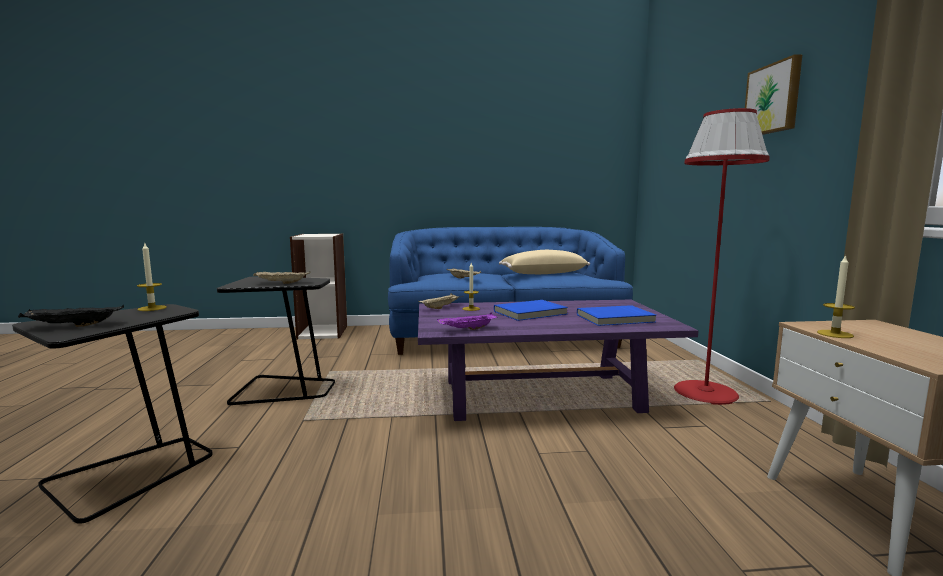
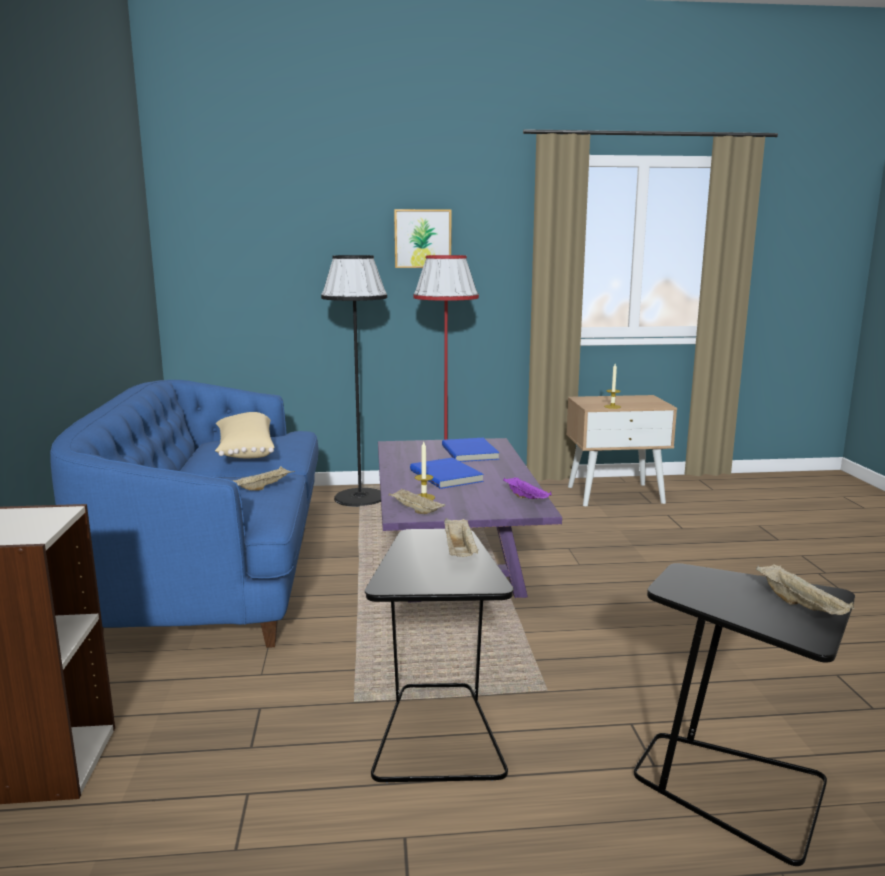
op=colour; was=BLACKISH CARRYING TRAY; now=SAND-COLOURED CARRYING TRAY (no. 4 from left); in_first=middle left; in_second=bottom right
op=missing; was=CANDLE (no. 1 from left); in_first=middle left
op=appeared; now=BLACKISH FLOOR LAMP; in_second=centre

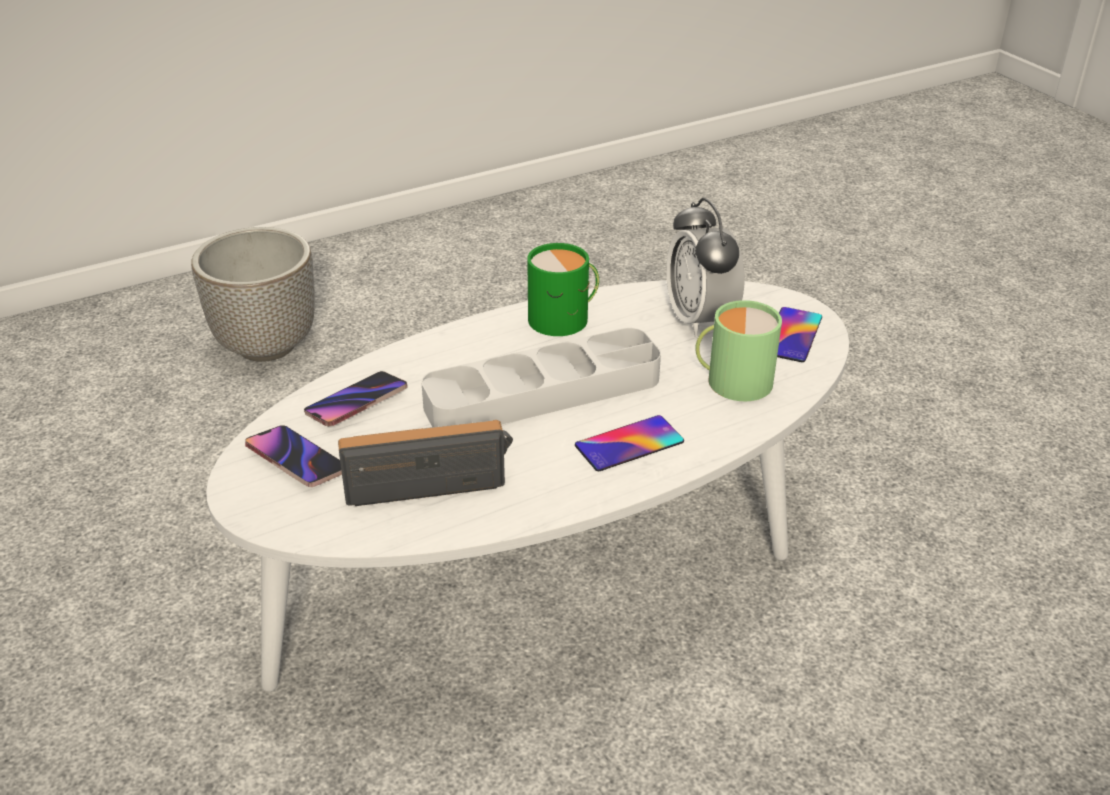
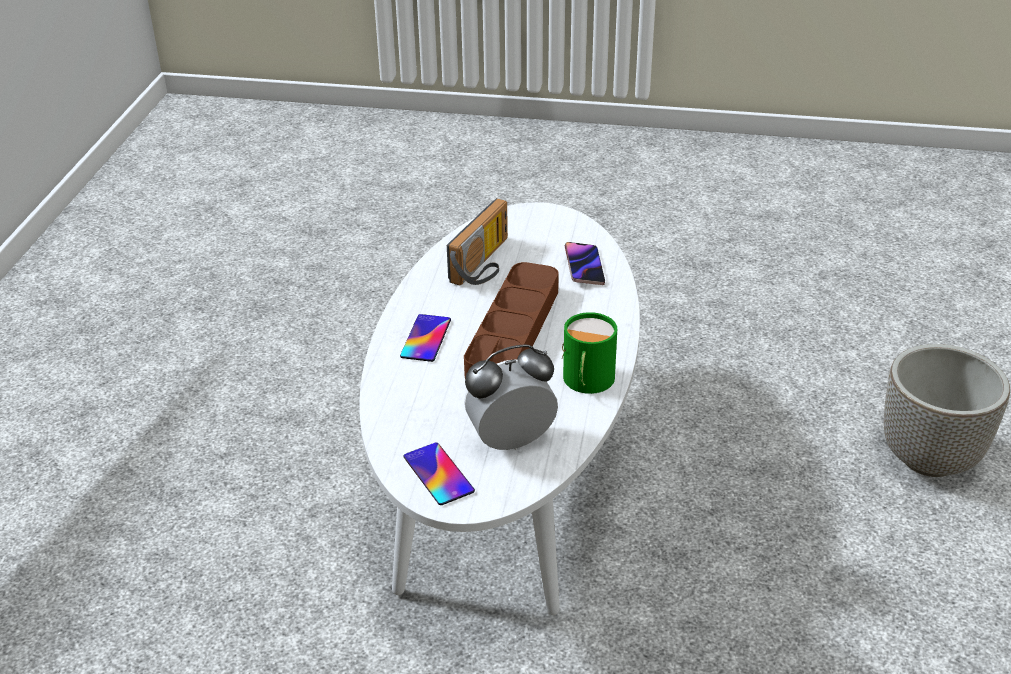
op=missing; was=PHONE (no. 1 from left); in_first=middle left
op=colour; was=GREY CARRYING TRAY; now=BROWN CARRYING TRAY; in_first=centre; in_second=centre
op=spun; was=BEDSIDE CLOCK; in_first=centre; in_second=centre; clockwise=-45
op=missing; was=GREEN-COLOURED COFFEE MUG (no. 2 from left); in_first=centre

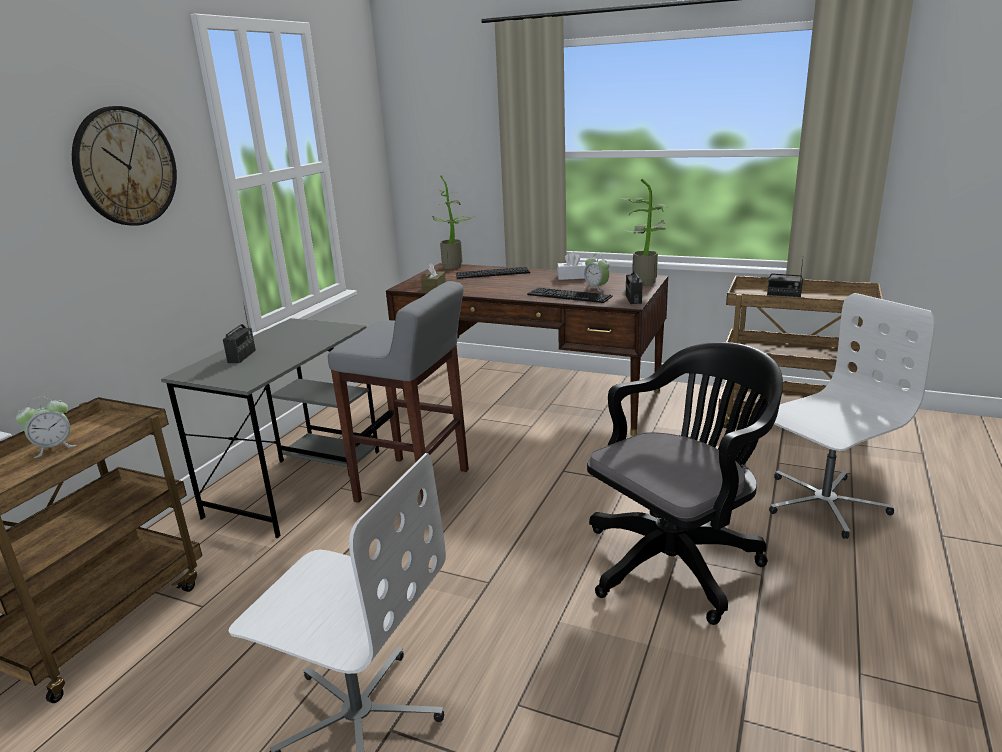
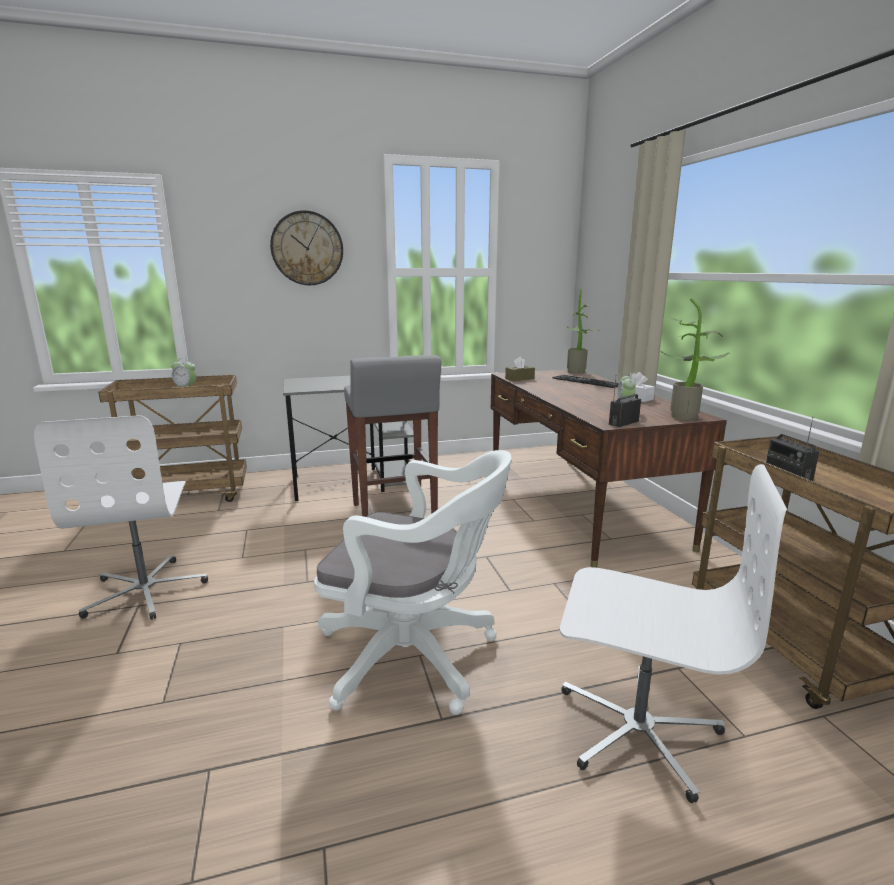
op=missing; was=RADIO SET (no. 1 from left); in_first=middle left
op=missing; was=COMPUTER KEYBOARD (no. 2 from left); in_first=centre
op=colour; was=BLACKISH COMPUTER CHAIR; now=WHITE COMPUTER CHAIR (no. 2 from left); in_first=middle right; in_second=centre

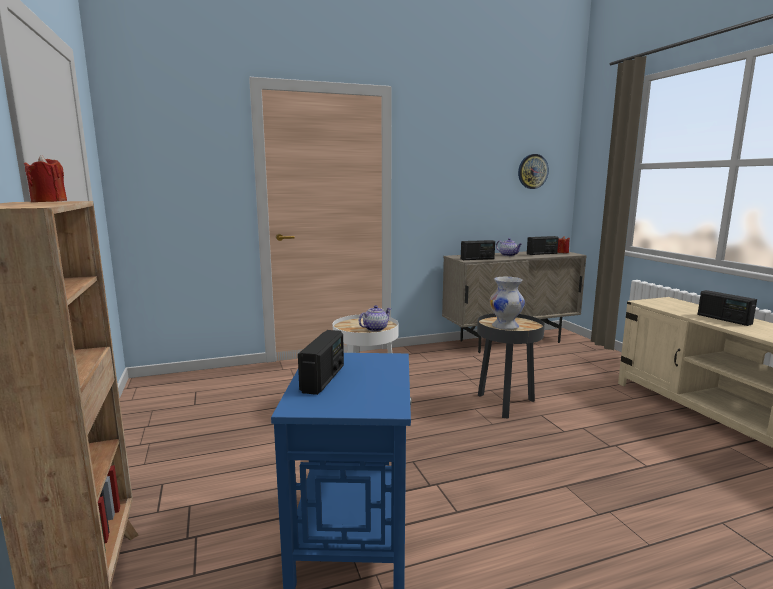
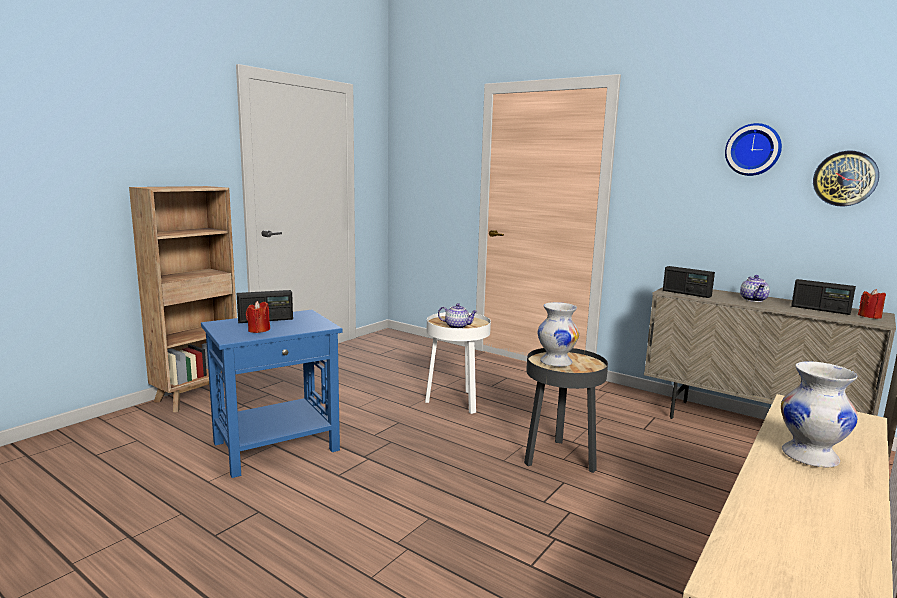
op=relocated; was=RED-COLOURED CANDLE (no. 1 from left); in_first=top left; in_second=middle left
op=exchanged; was=RADIO SET (no. 4 from left); now=WHITE FLOWER VASE (no. 2 from left); in_first=middle right; in_second=bottom right
op=appeared; now=HANGING CLOCK (no. 1 from left); in_second=top right

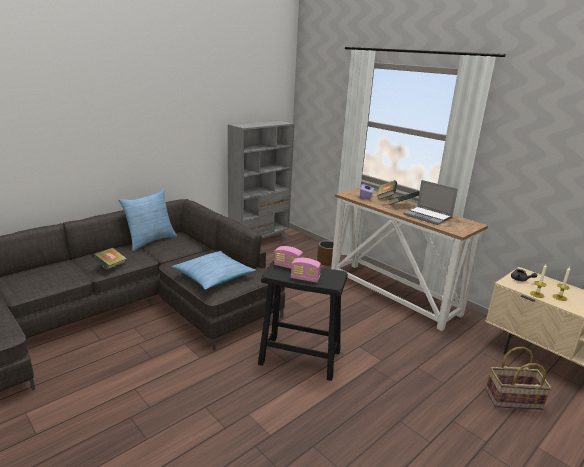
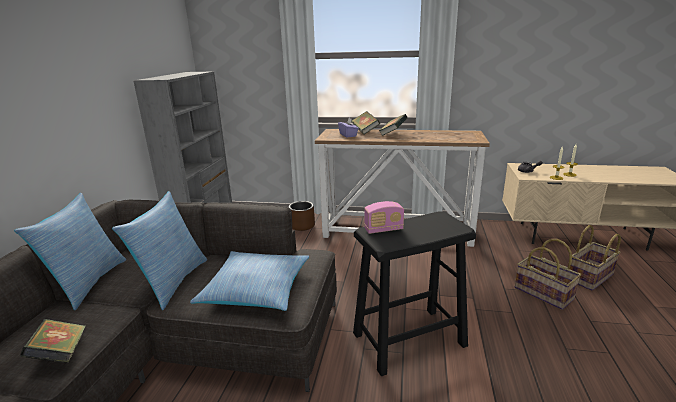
op=missing; was=RADIO SET (no. 2 from left); in_first=centre
op=missing; was=NOTEBOOK COMPUTER; in_first=middle right
op=appeared; now=PILLOW (no. 2 from left); in_second=middle left
op=appeared; now=STORAGE BASKET (no. 1 from left); in_second=bottom right

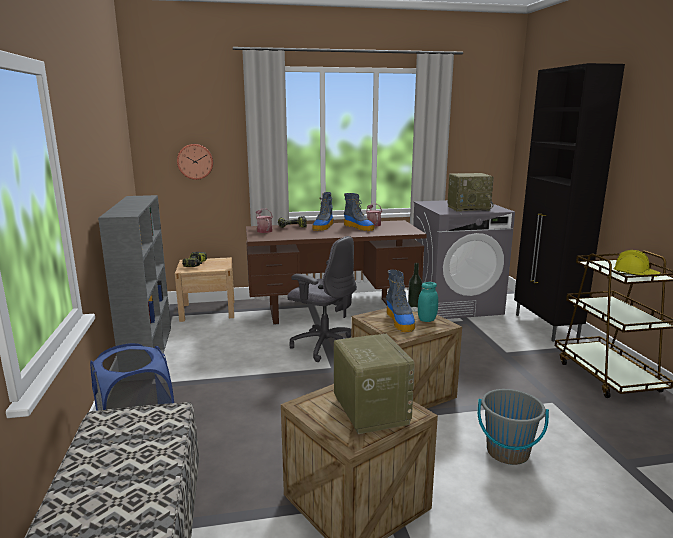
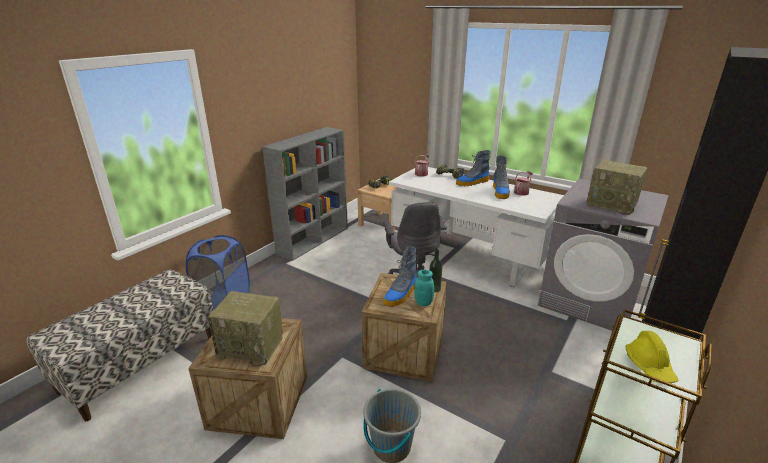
op=missing; was=HANGING CLOCK; in_first=top left
op=colour; was=BROWN DESK UNIT; now=WHITE DESK UNIT; in_first=centre; in_second=centre
op=spun; was=RADIO SET (no. 1 from left); in_first=bottom centre; in_second=bottom left; clockwise=75

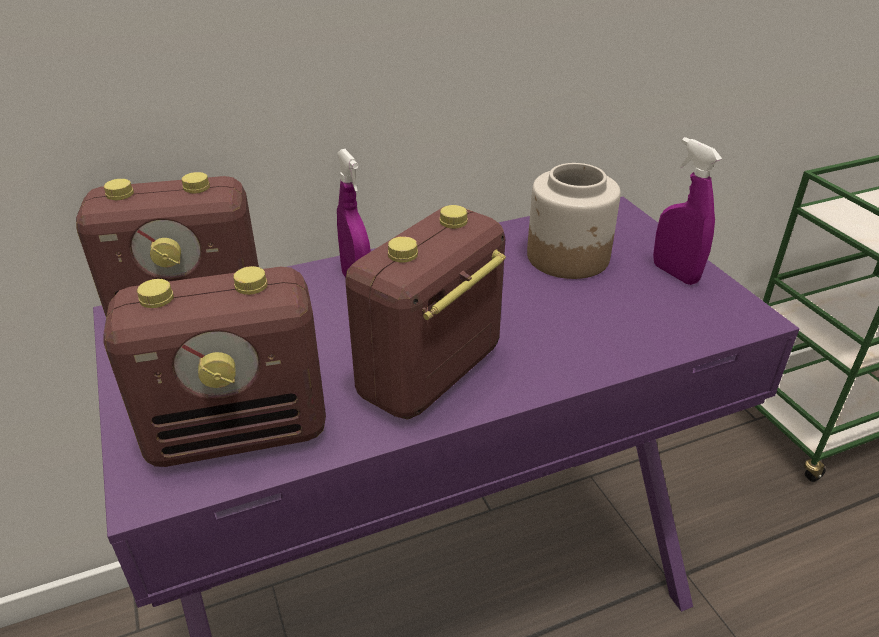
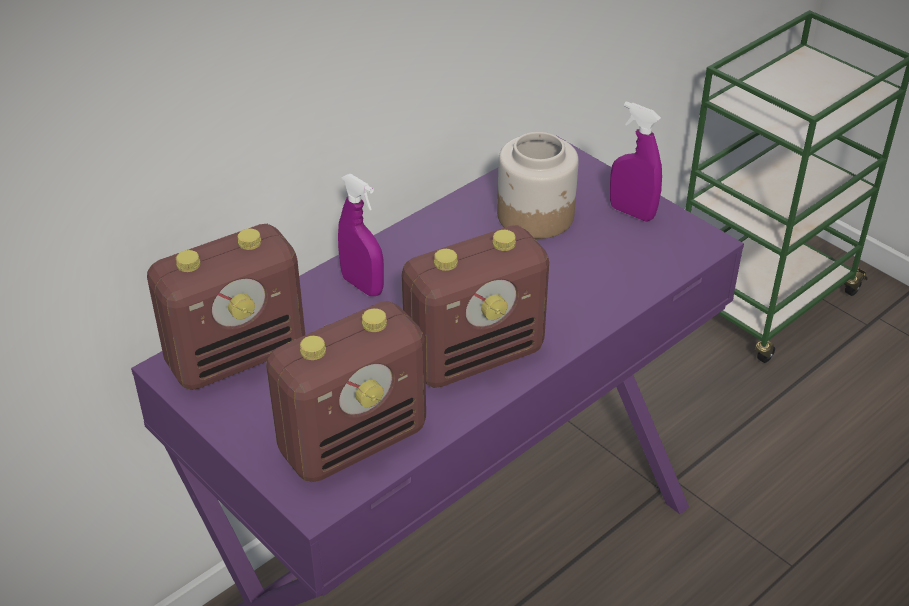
op=spun; was=RADIO SET (no. 3 from left); in_first=centre; in_second=centre; clockwise=-135

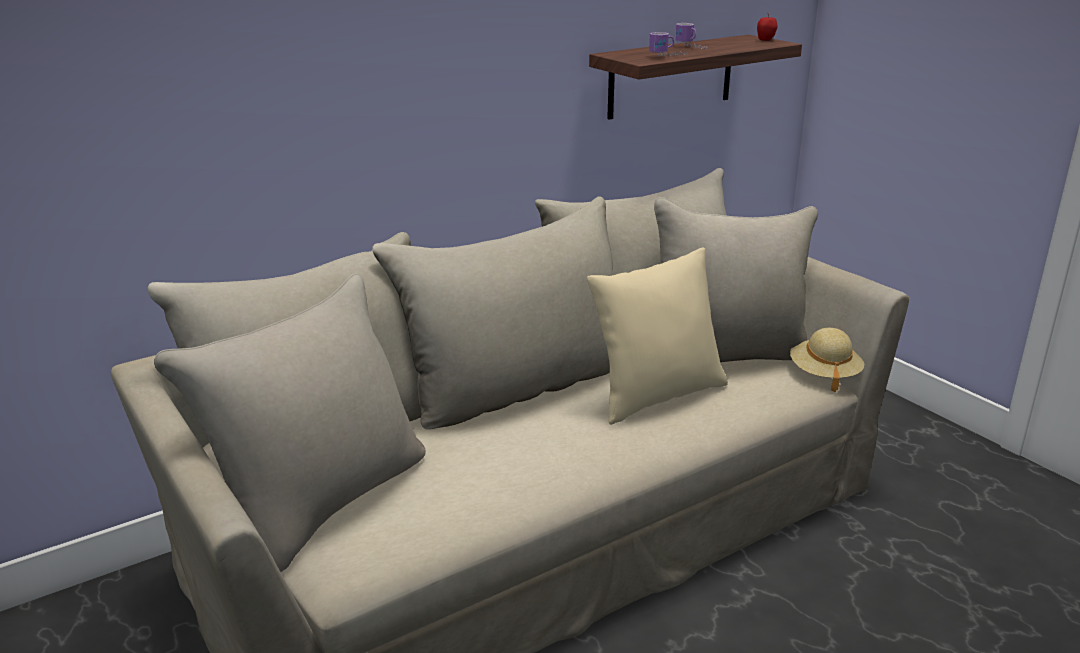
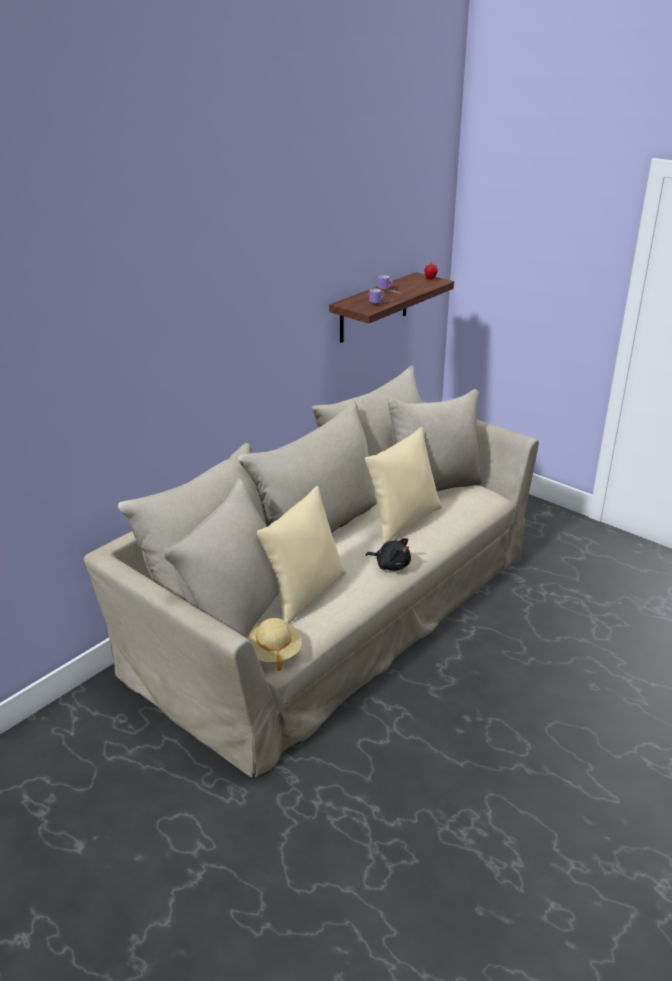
op=relocated; was=SAND-COLOURED CLOTHING HAT; in_first=middle right; in_second=centre
op=appeared; now=SAND-COLOURED PILLOW (no. 1 from left); in_second=centre
op=appeared; now=BLACKISH PLUSH TOY; in_second=centre

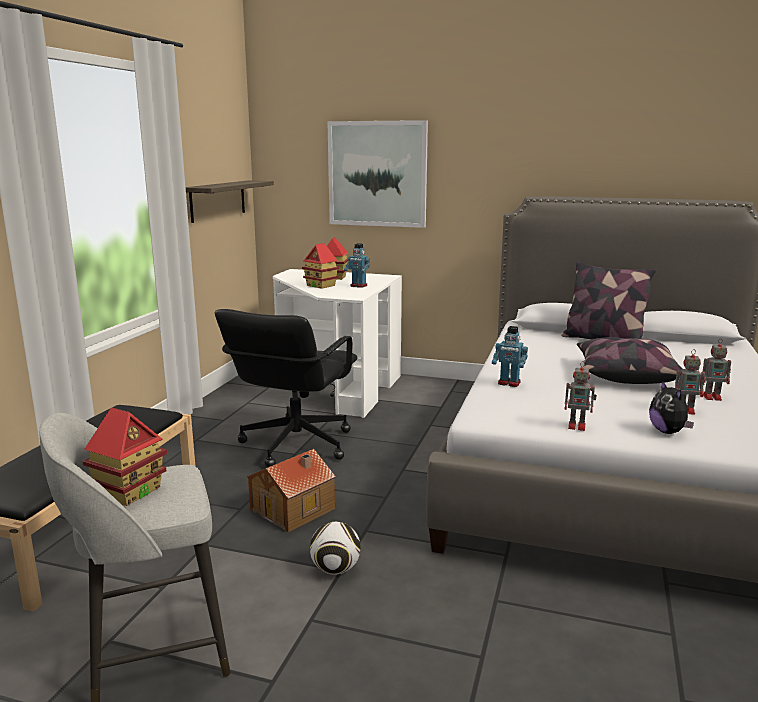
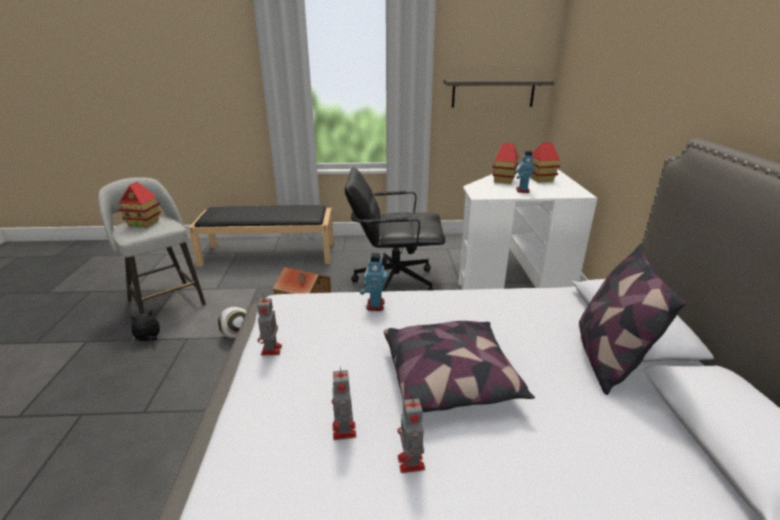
op=missing; was=WALL PICTURE; in_first=top centre
op=relocated; was=PLUSH TOY; in_first=middle right; in_second=middle left

